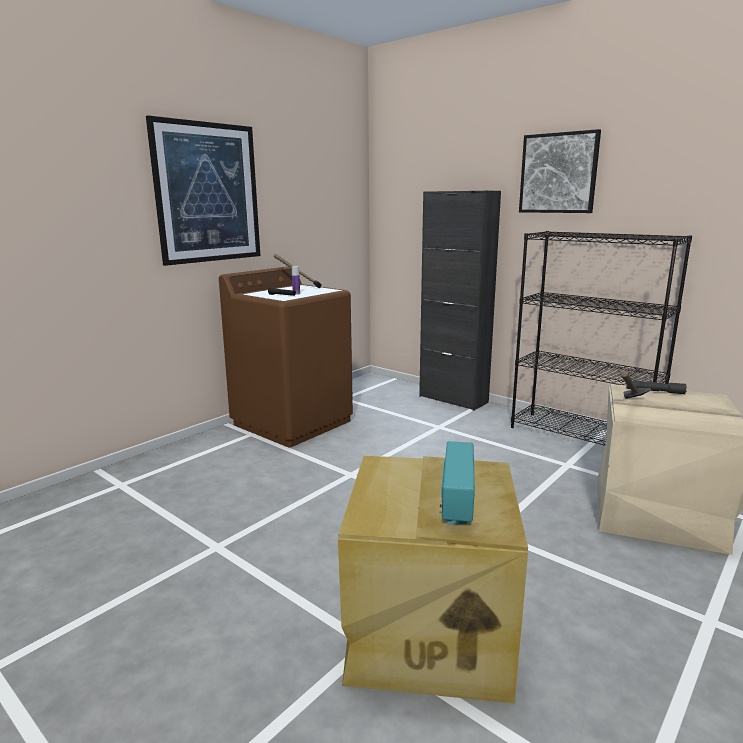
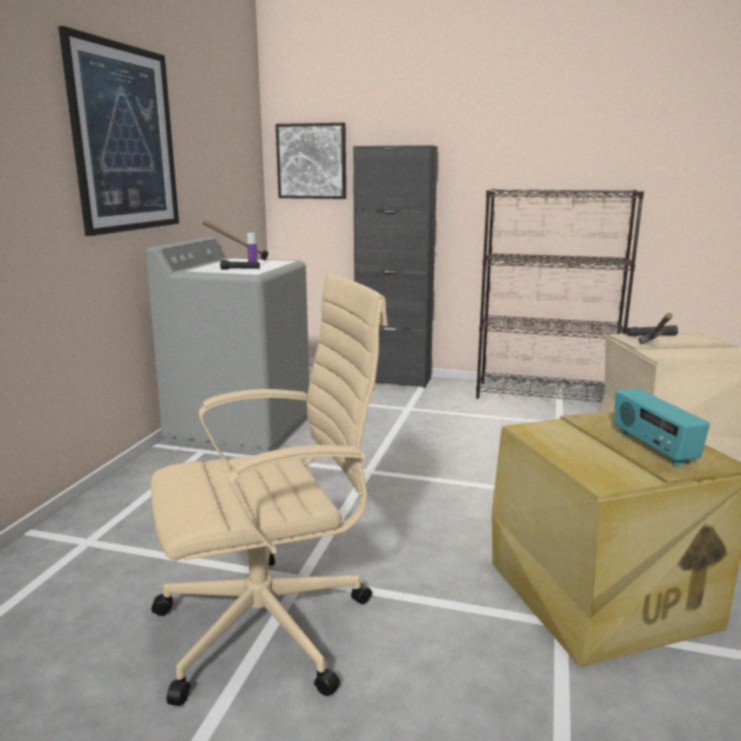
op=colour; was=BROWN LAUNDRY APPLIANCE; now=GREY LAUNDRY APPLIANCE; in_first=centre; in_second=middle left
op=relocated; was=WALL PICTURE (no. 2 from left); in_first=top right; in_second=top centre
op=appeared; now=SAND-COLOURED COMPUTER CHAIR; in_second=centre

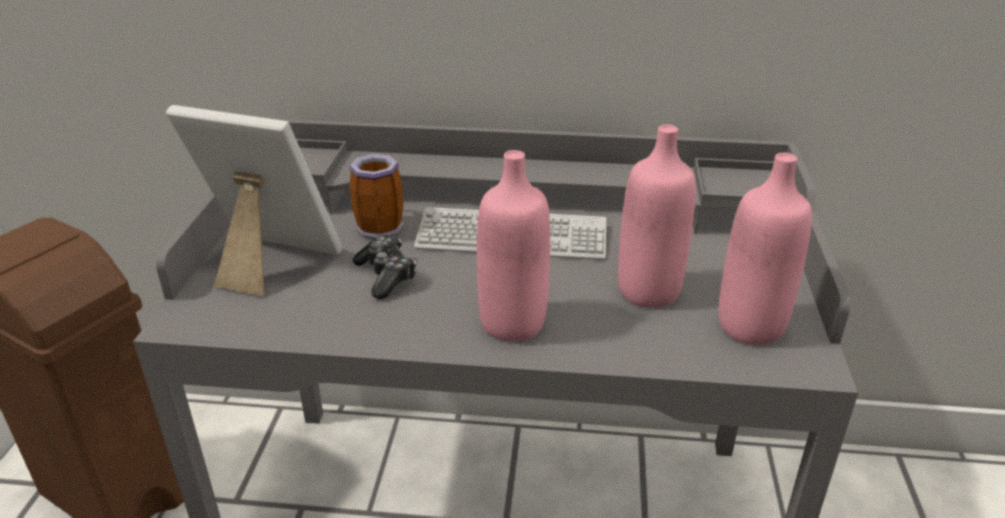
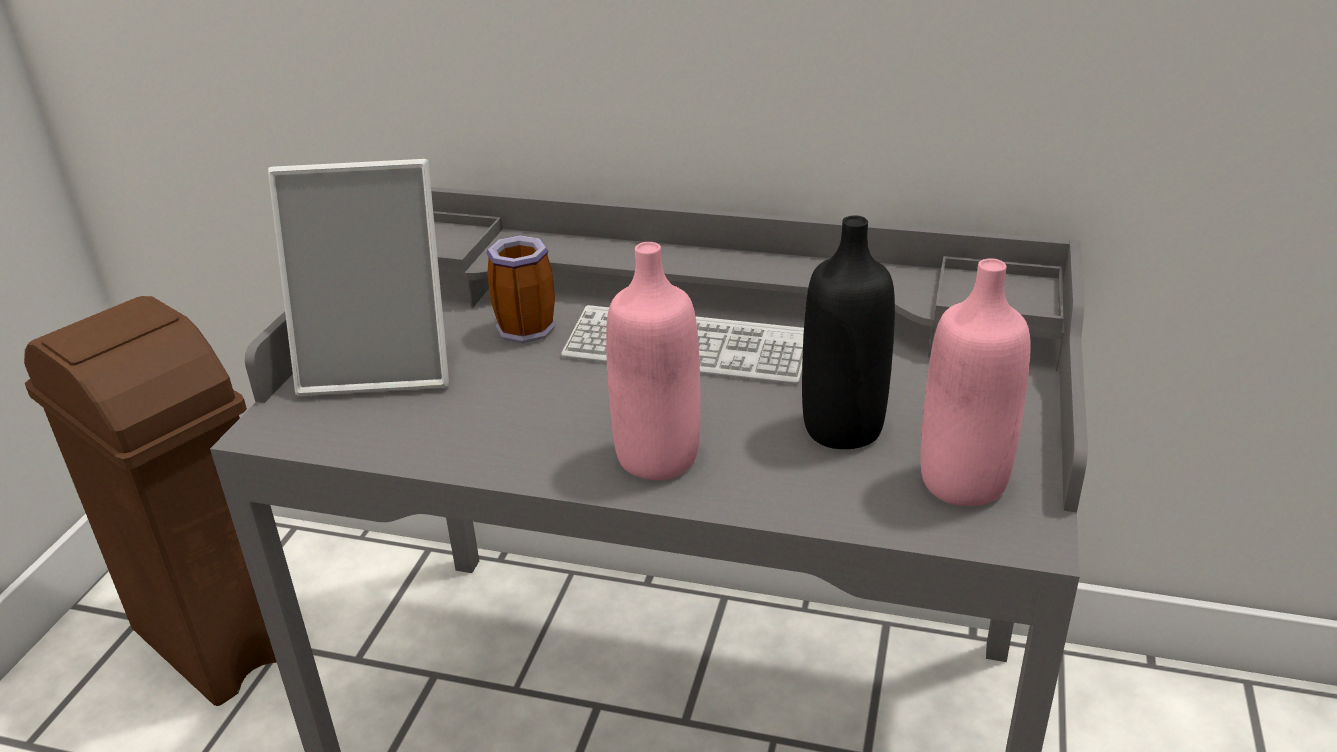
op=spun; was=STANDING FRAME; in_first=middle left; in_second=middle left; clockwise=150
op=missing; was=GAME CONTROLLER; in_first=centre
op=colour; was=PINK-COLOURED BEVERAGE BOTTLE (no. 2 from left); now=BLACKISH BEVERAGE BOTTLE; in_first=centre; in_second=centre

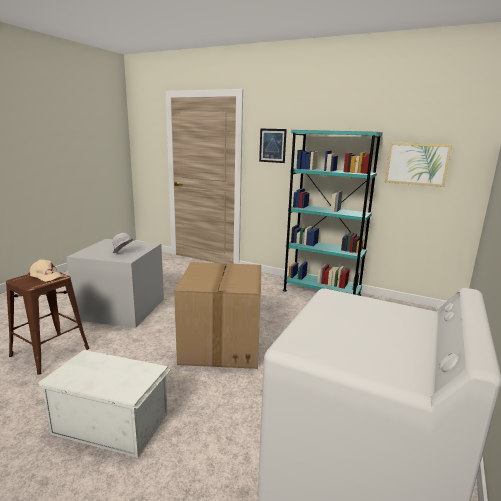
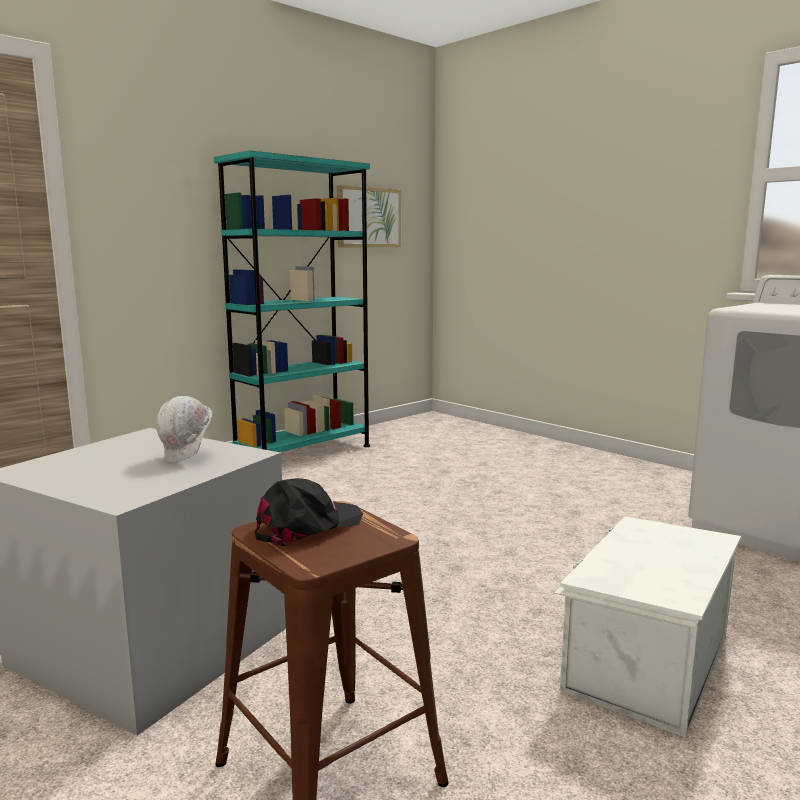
op=colour; was=SAND-COLOURED CAP; now=BLACKISH CAP; in_first=middle left; in_second=centre
op=missing; was=CARDBOARD BOX; in_first=centre
op=missing; was=WALL PICTURE (no. 1 from left); in_first=top centre

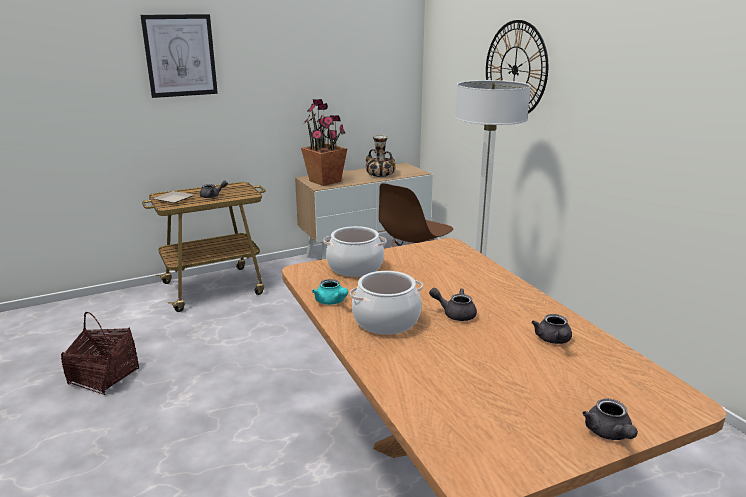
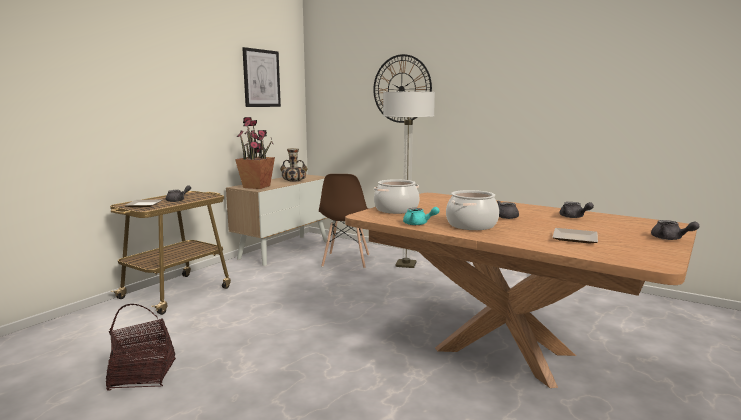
op=relocated; was=WALL PICTURE; in_first=top left; in_second=top centre
op=appeared; now=PLATE (no. 2 from left); in_second=middle right

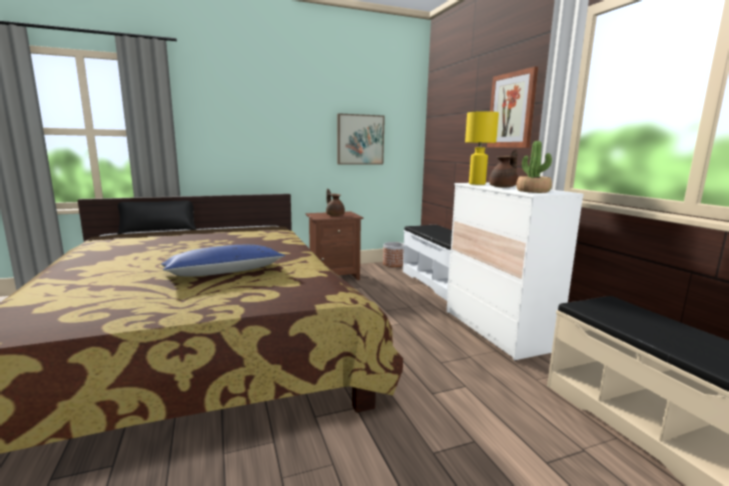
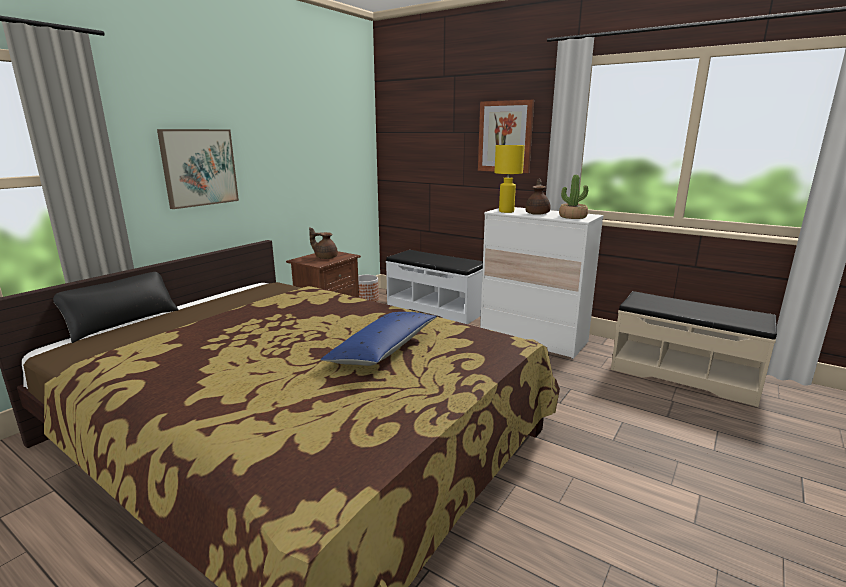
op=relocated; was=WALL PICTURE (no. 1 from left); in_first=top centre; in_second=top left

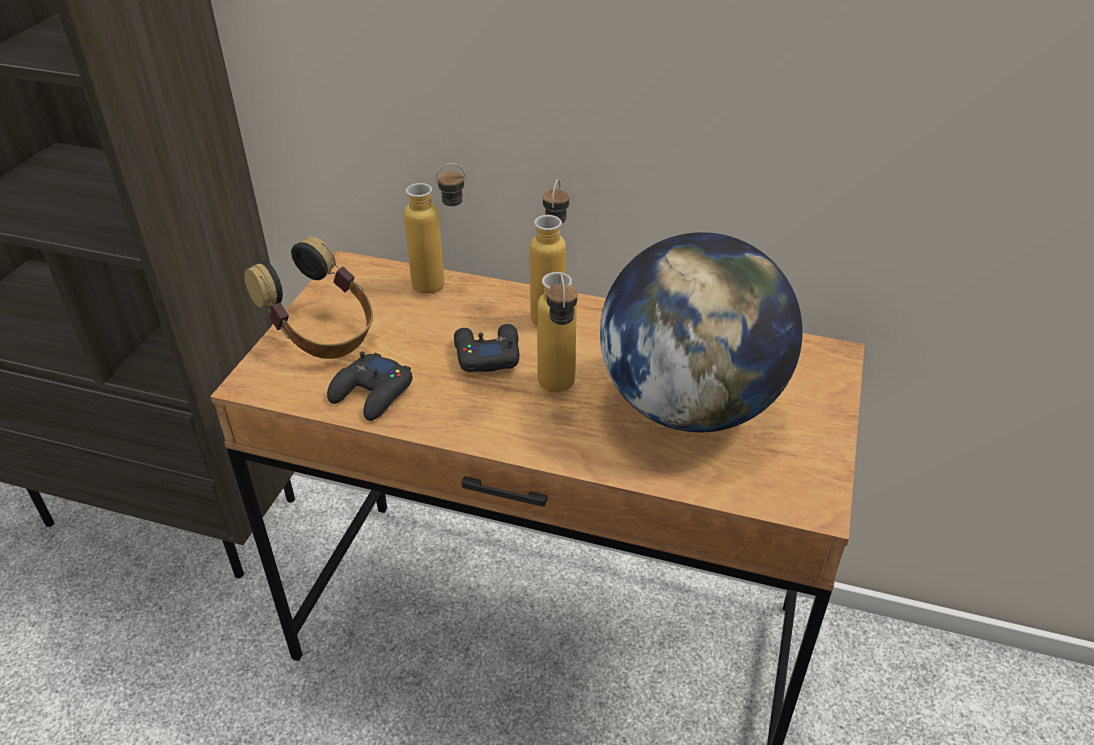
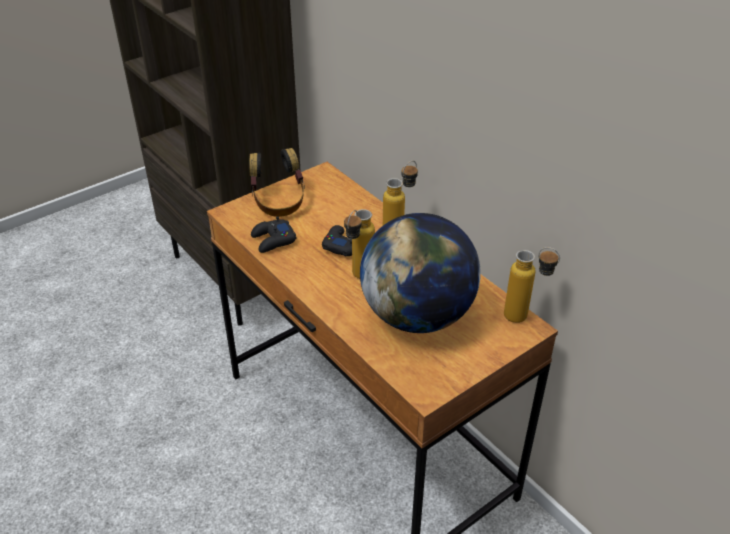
op=relocated; was=BEVERAGE BOTTLE (no. 1 from left in the first image); now=BEVERAGE BOTTLE (no. 3 from left); in_first=top centre; in_second=middle right

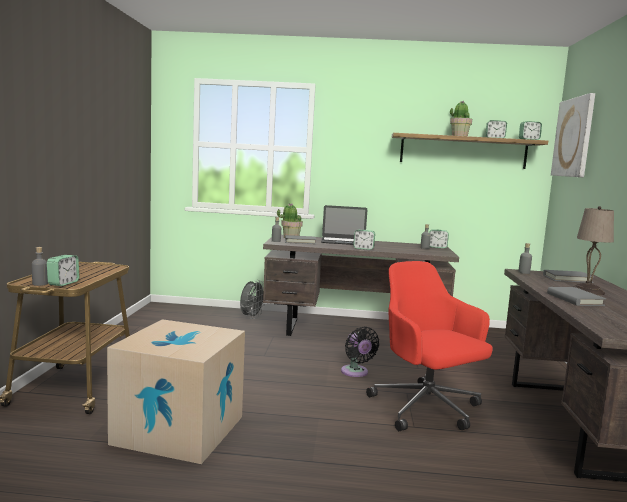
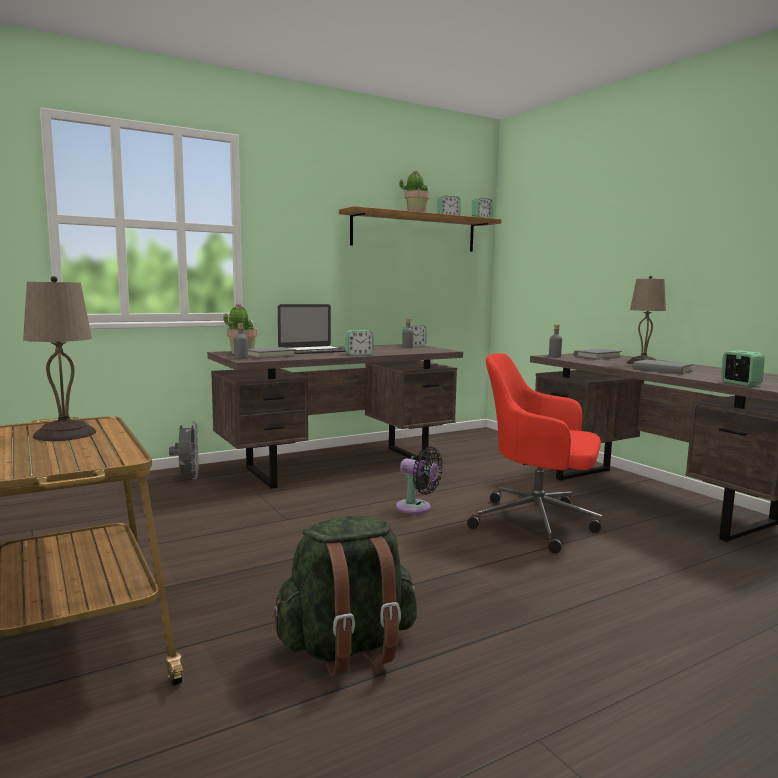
op=missing; was=GREY BEVERAGE BOTTLE (no. 1 from left); in_first=middle left
op=relocated; was=BEDSIDE CLOCK (no. 1 from left in the first image); now=BEDSIDE CLOCK (no. 5 from left); in_first=middle left; in_second=middle right
op=exchanged; was=CARDBOARD BOX; now=GREEN-COLOURED BACKPACK; in_first=bottom left; in_second=bottom centre
op=missing; was=WALL PICTURE; in_first=top right
op=appeared; now=SAND-COLOURED LAMP FOR A TABLE (no. 1 from left); in_second=middle left

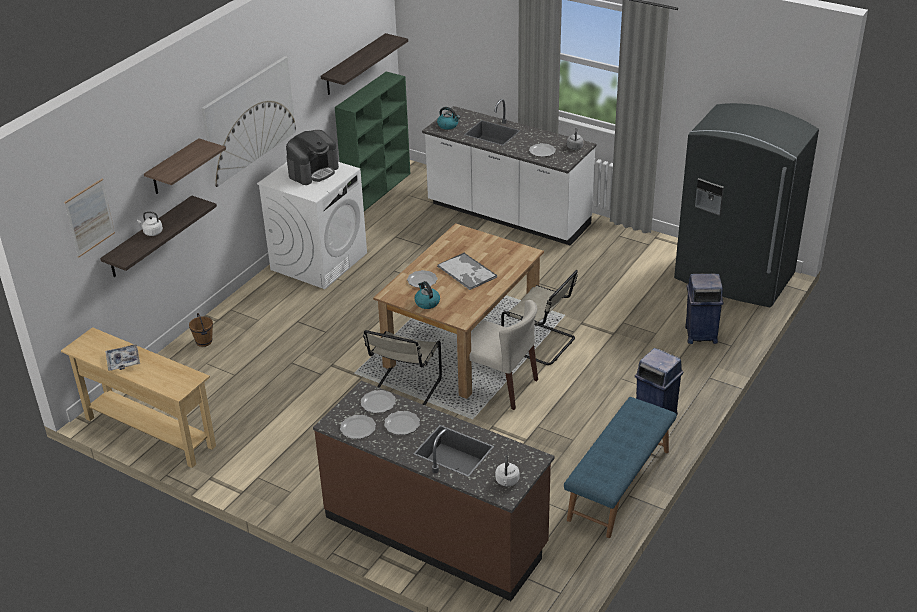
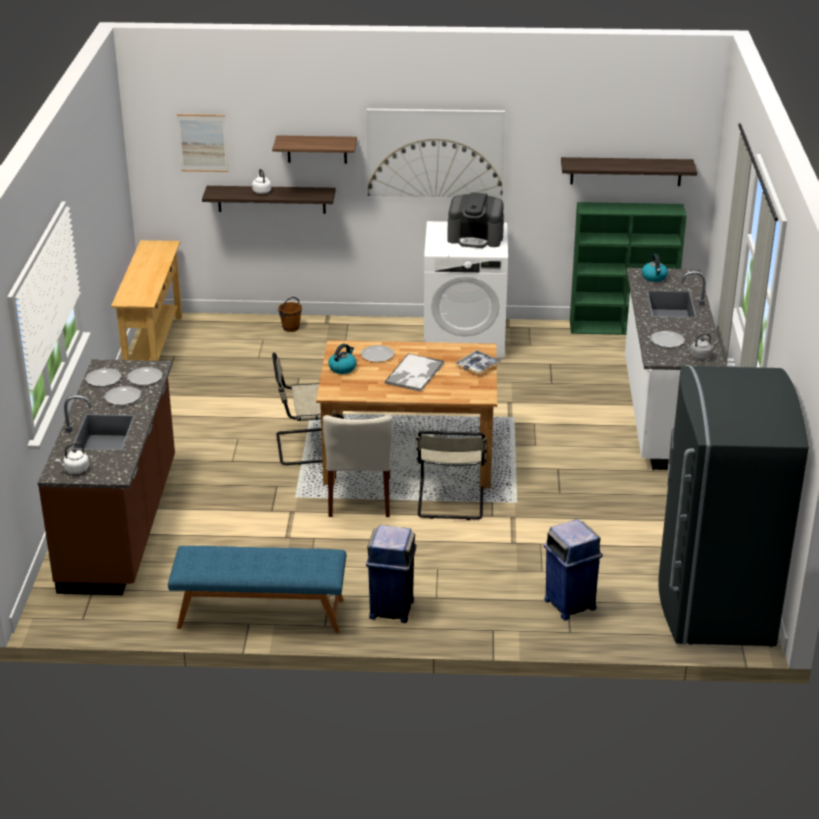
op=relocated; was=CARRYING TRAY (no. 1 from left in the first image); now=CARRYING TRAY (no. 2 from left); in_first=middle left; in_second=centre

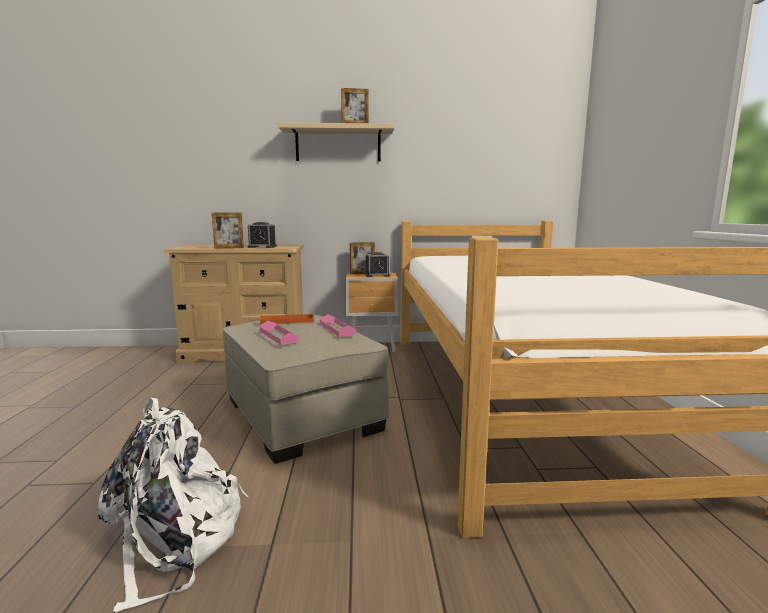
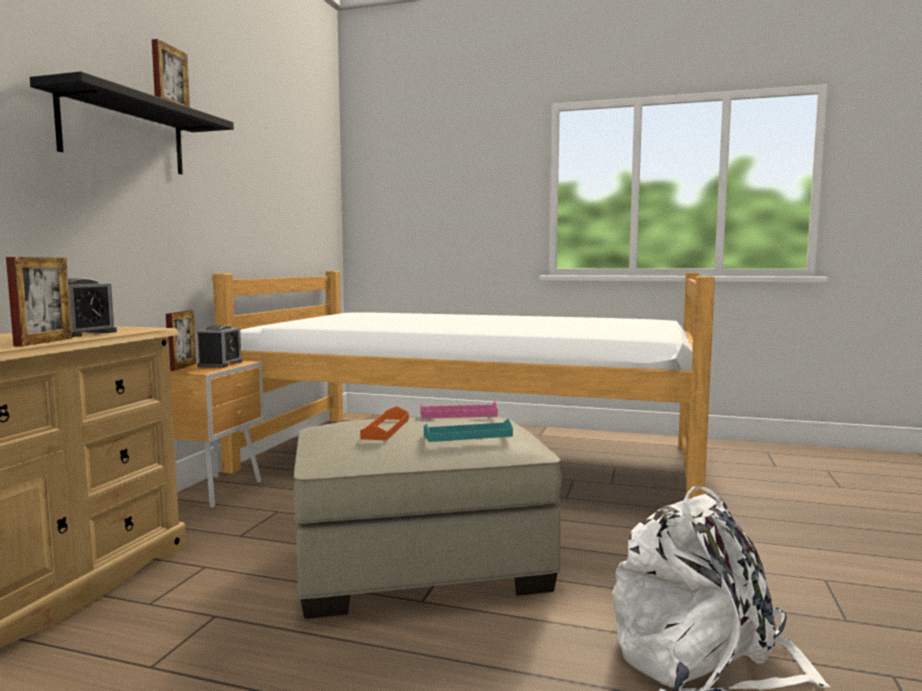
op=colour; was=PINK-COLOURED CARRYING TRAY (no. 1 from left); now=TURQUOISE-COLOURED CARRYING TRAY; in_first=centre; in_second=centre
op=colour; was=SAND-COLOURED SHELF; now=BLACKISH SHELF; in_first=top centre; in_second=top left

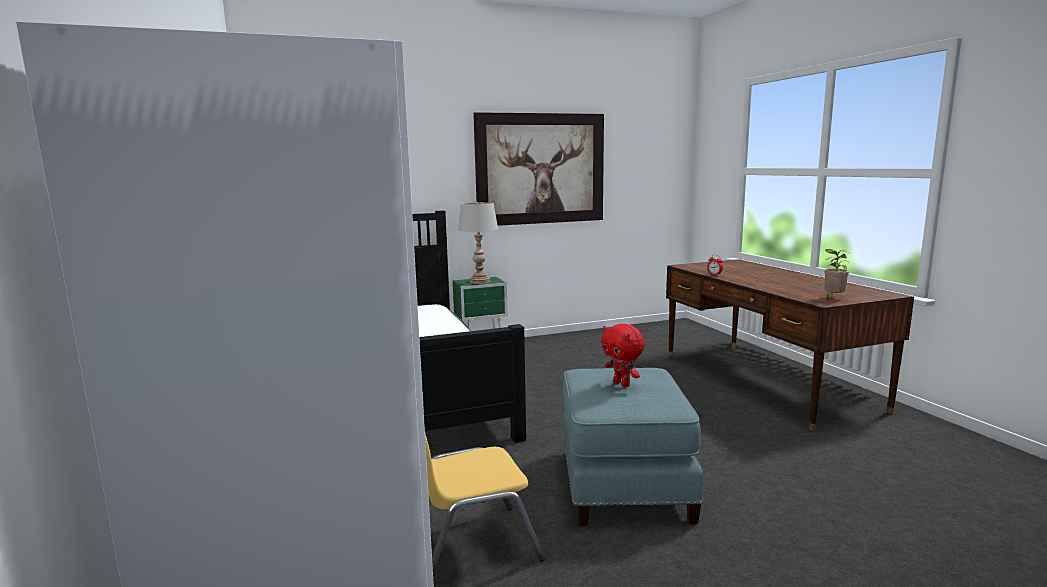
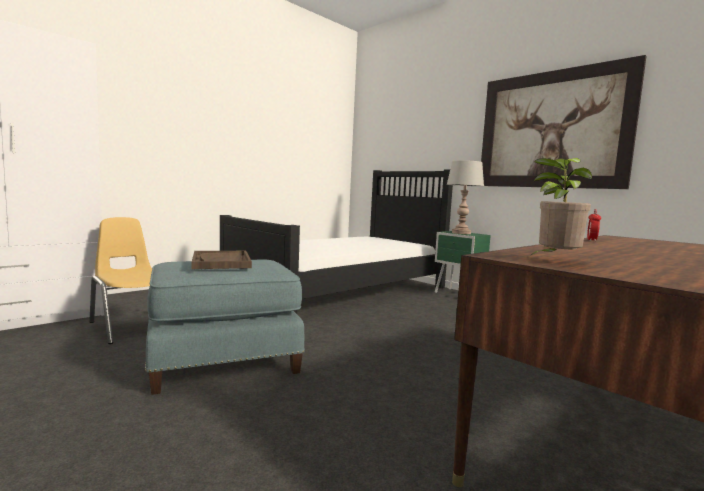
op=exchanged; was=RED-COLOURED PLUSH TOY; now=BROWN CARRYING TRAY; in_first=centre; in_second=middle left

